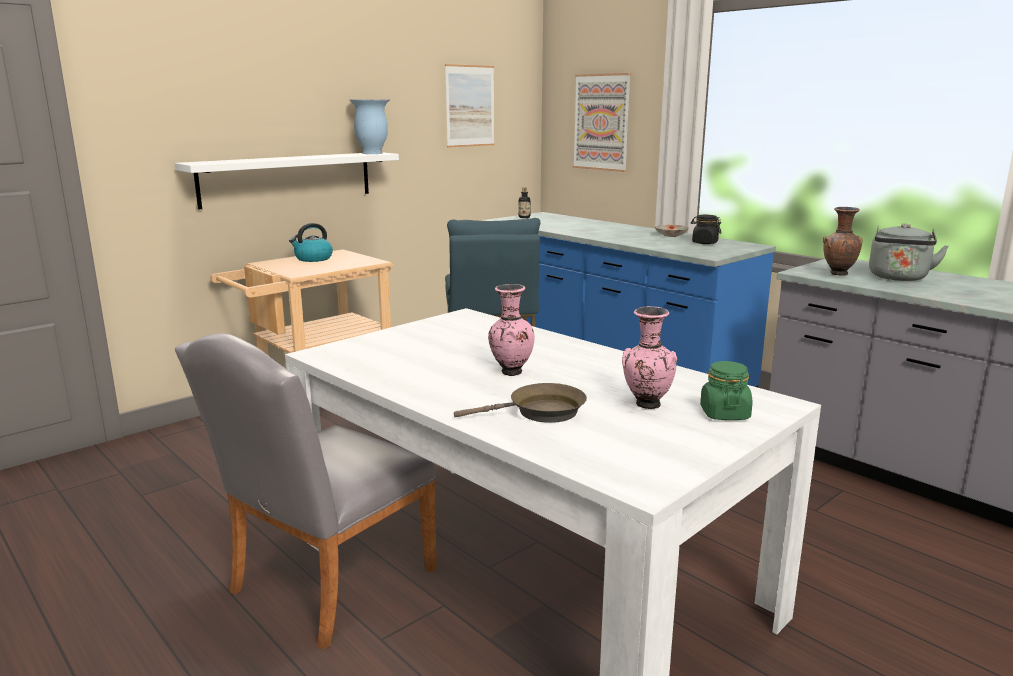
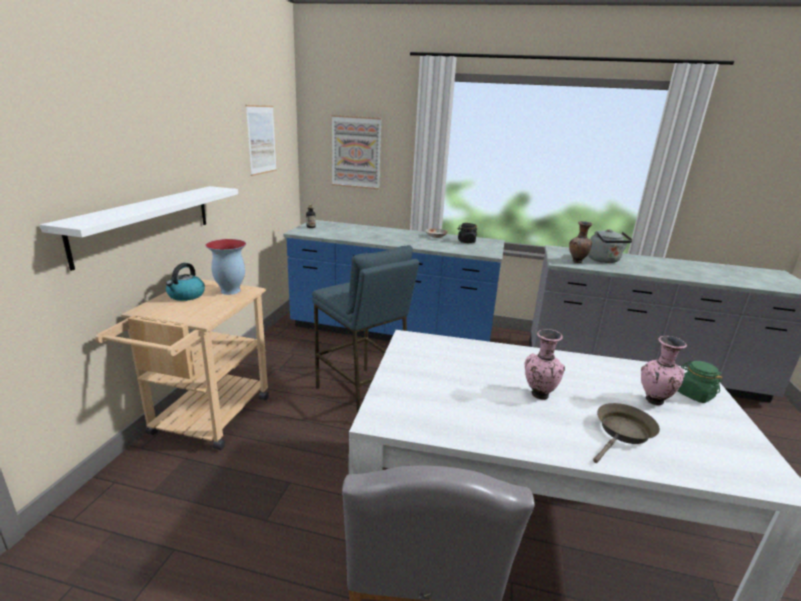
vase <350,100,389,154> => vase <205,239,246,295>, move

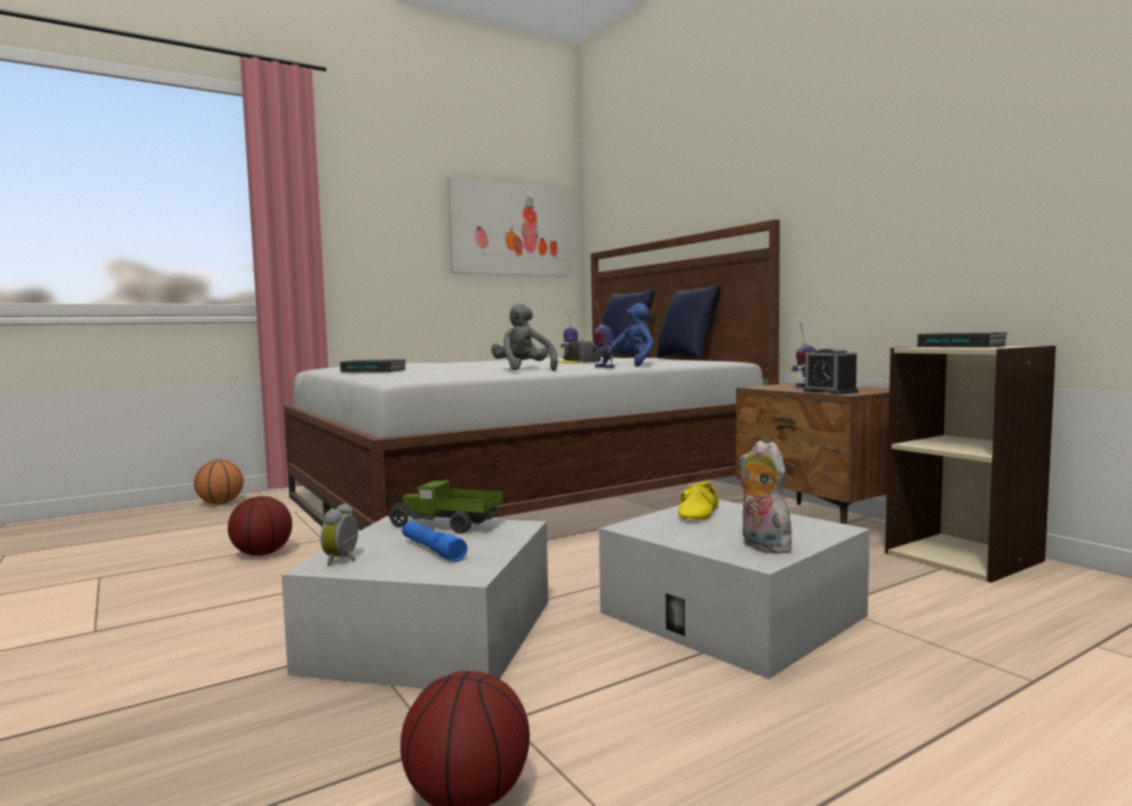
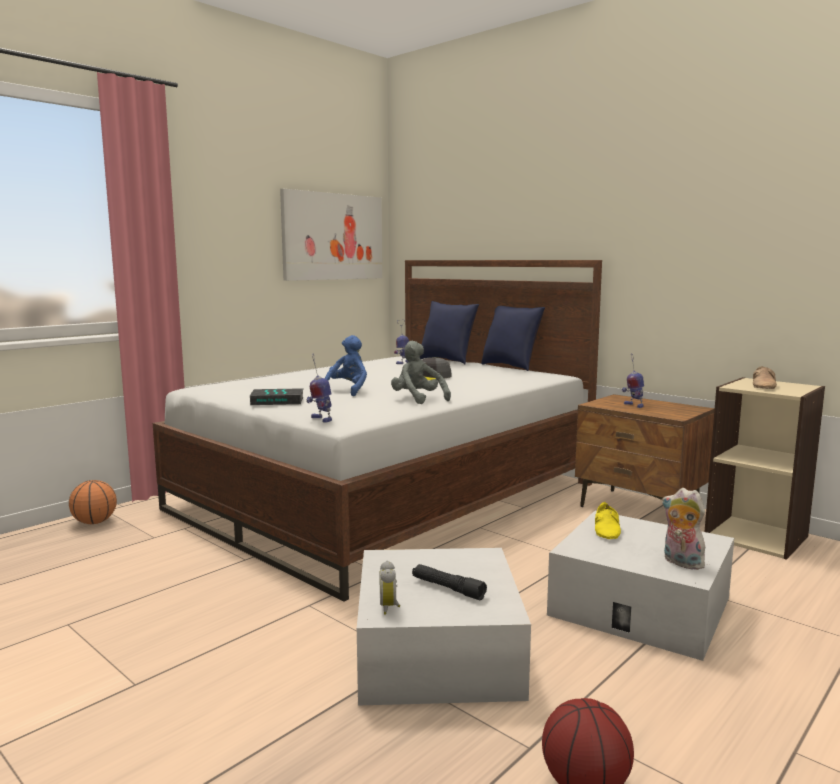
basketball <228,496,292,556> => nothing
toy truck <388,480,503,534> => nothing
alarm clock <803,348,858,395> => nothing
toy robot <590,302,614,368> => toy robot <306,354,332,423>, move
plush toy/blue <602,303,654,367> => plush toy/blue <325,335,367,396>, move
book <917,332,1007,348> => shoe/beige <753,366,777,389>
flashlight/blue <402,522,467,562> => flashlight/black <412,564,487,600>

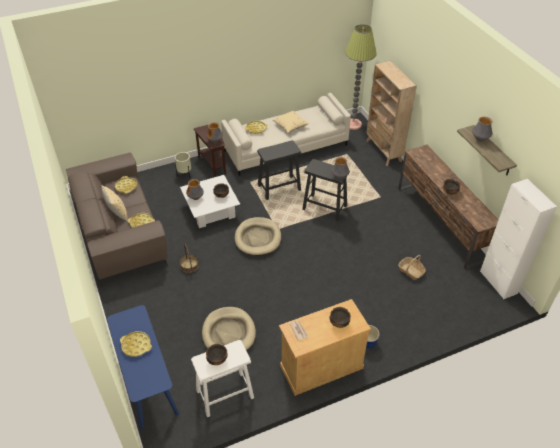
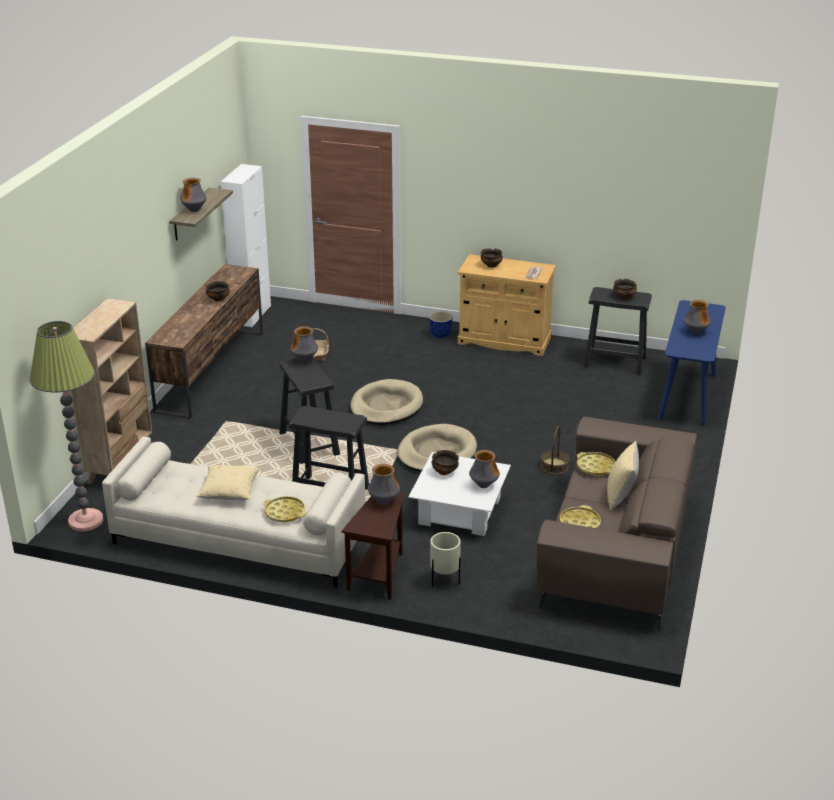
dog bed/beige <202,307,256,350> => dog bed/beige <350,379,423,425>, move
tray/yellow <120,331,152,357> => vase <684,300,711,334>
stool/white <191,340,254,417> => stool/black <584,287,652,375>

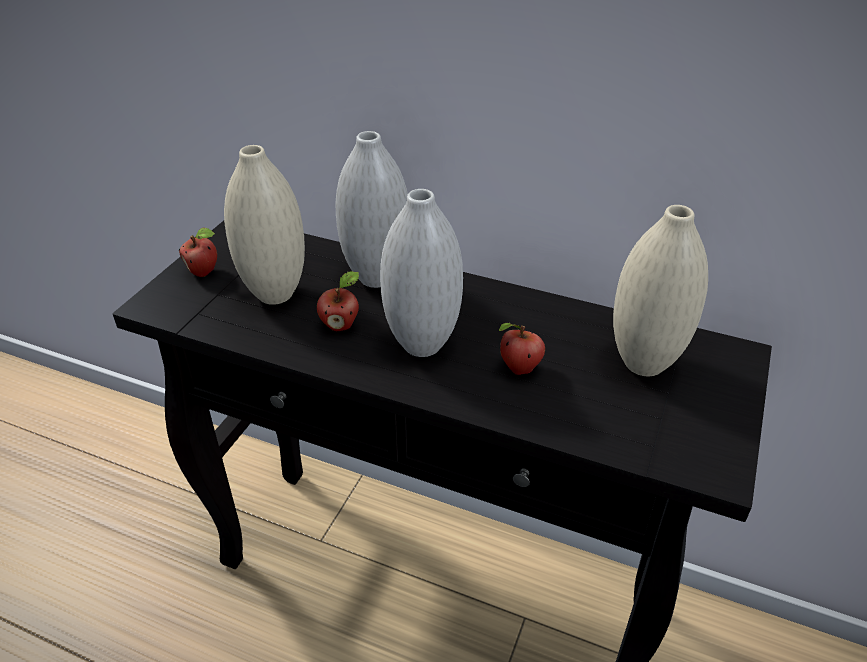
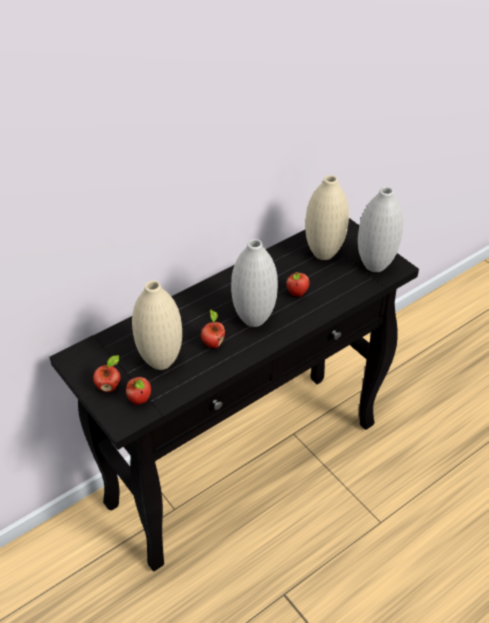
nothing => apple <126,377,151,405>
vase/white <335,131,408,288> => vase/white <358,187,403,272>, move

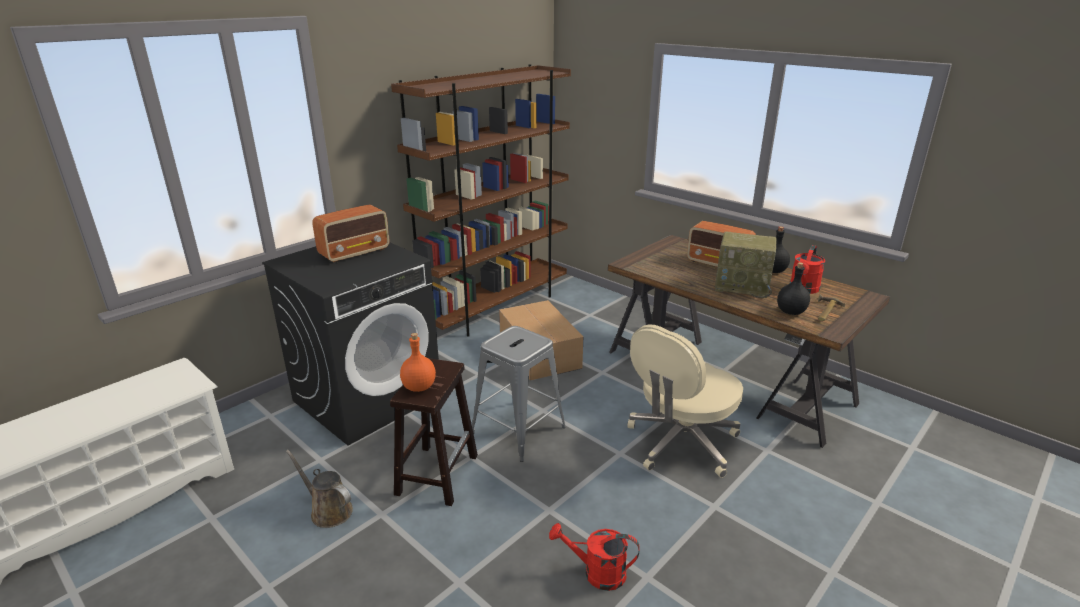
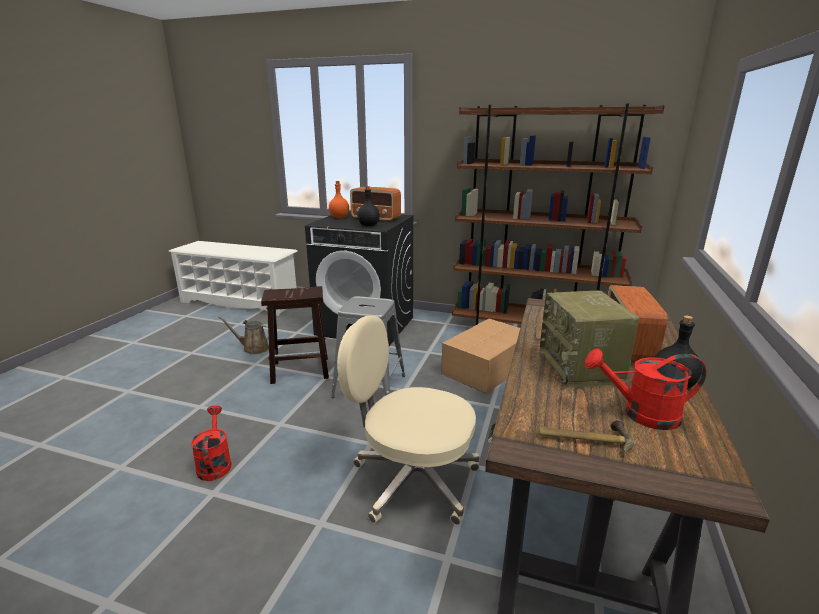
bottle/orange <400,333,436,392> => bottle/orange <329,181,349,218>, move
bottle/black <777,262,810,315> => bottle/black <358,186,380,226>, move
watering can/brown <286,450,353,528> => watering can/brown <218,316,269,354>, 90 degrees counterclockwise

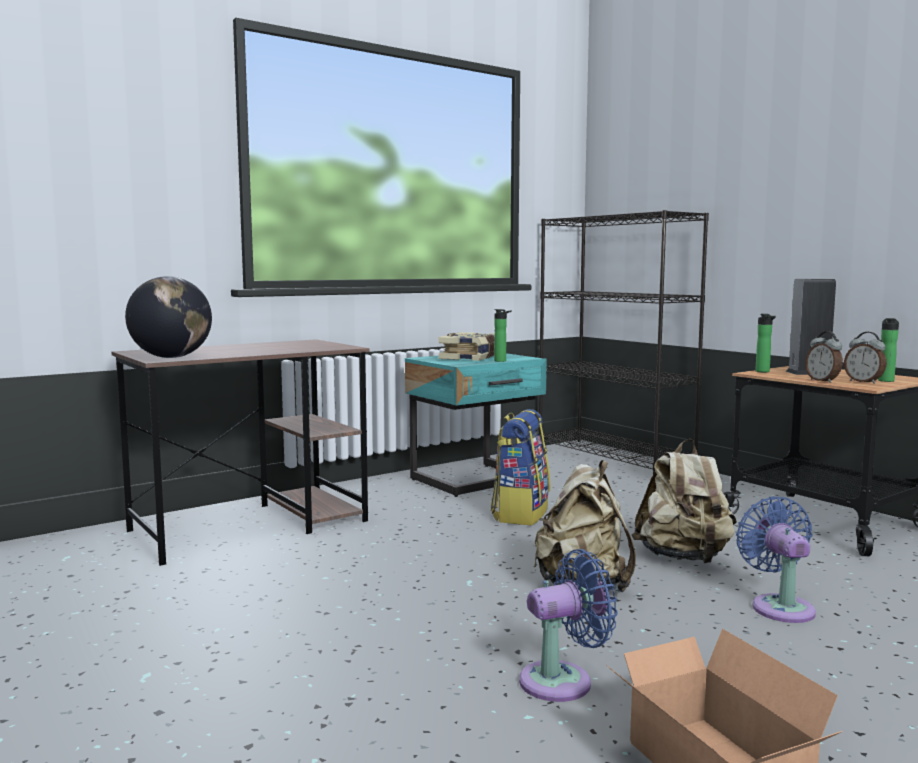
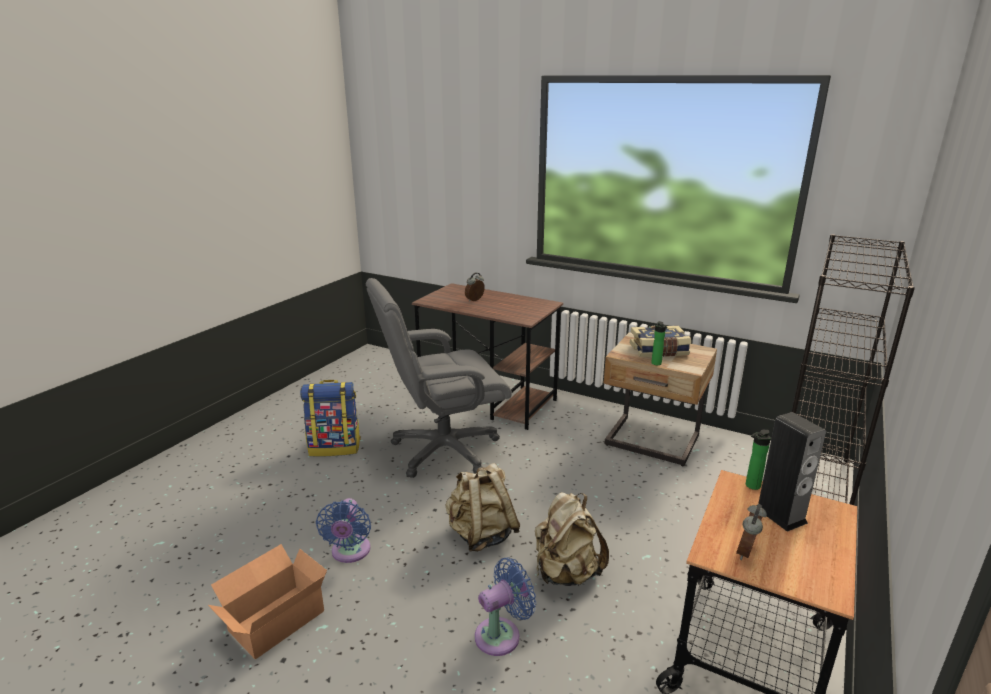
globe <125,276,212,358> => nothing
bottle <878,318,899,382> => nothing
nothing => office chair/grey <366,278,512,478>
backpack <490,409,550,525> => backpack <300,380,361,457>, move
alarm clock <805,331,843,383> => alarm clock <465,272,485,302>, move
nightstand/turquoise <405,353,547,497> => nightstand/beige <603,332,717,466>
fan/blue <519,549,617,702> => fan/blue <316,498,371,563>, 45 degrees clockwise

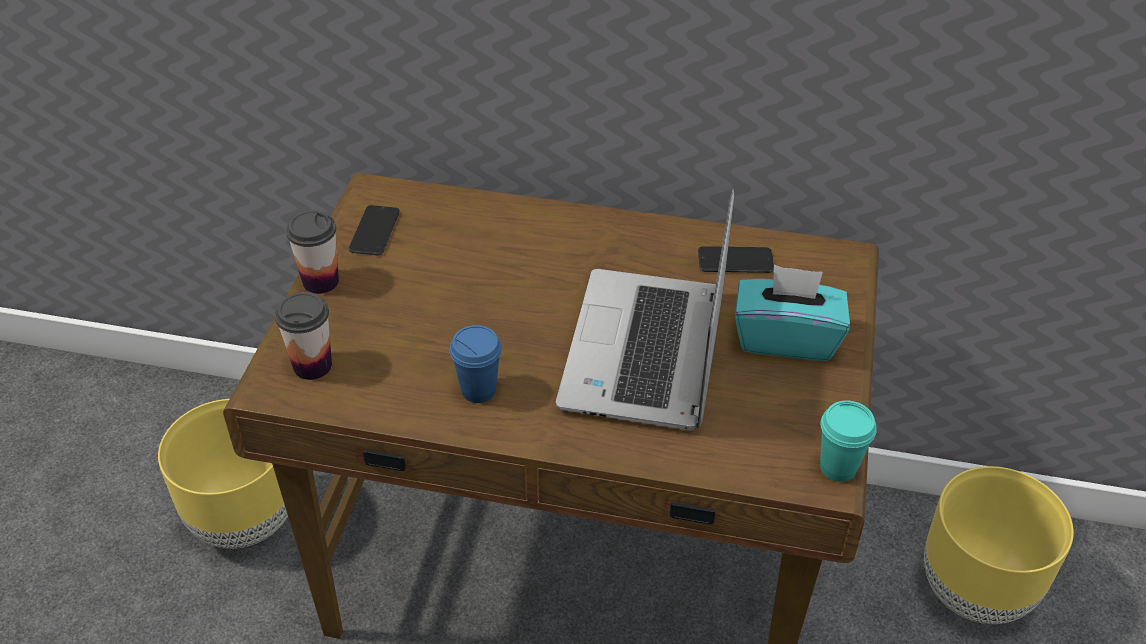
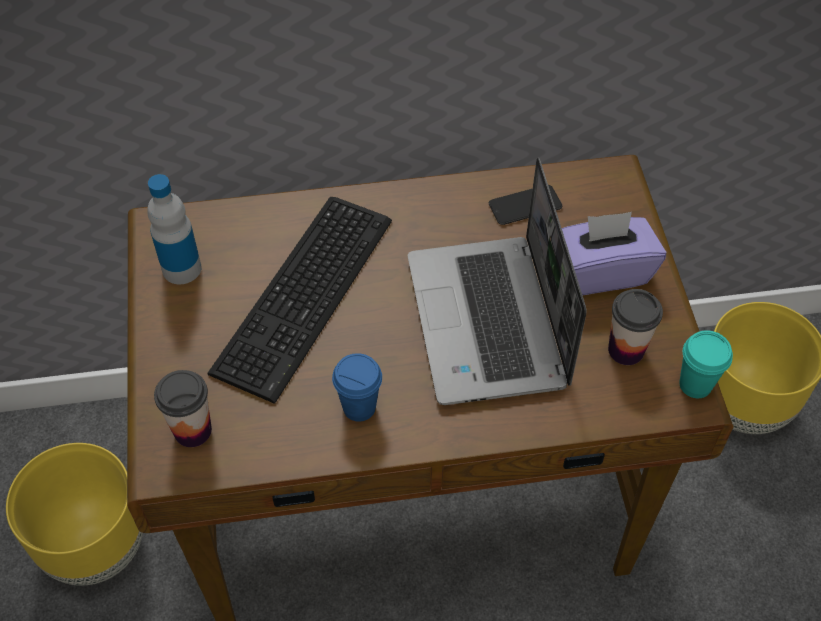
nothing => keyboard <207,197,392,404>
cup <286,210,339,294> => cup <608,289,663,365>, move
phone <349,205,400,255> => bottle <147,174,201,285>
tissue box/turquoise <735,265,850,361> => tissue box/purple <562,212,666,295>

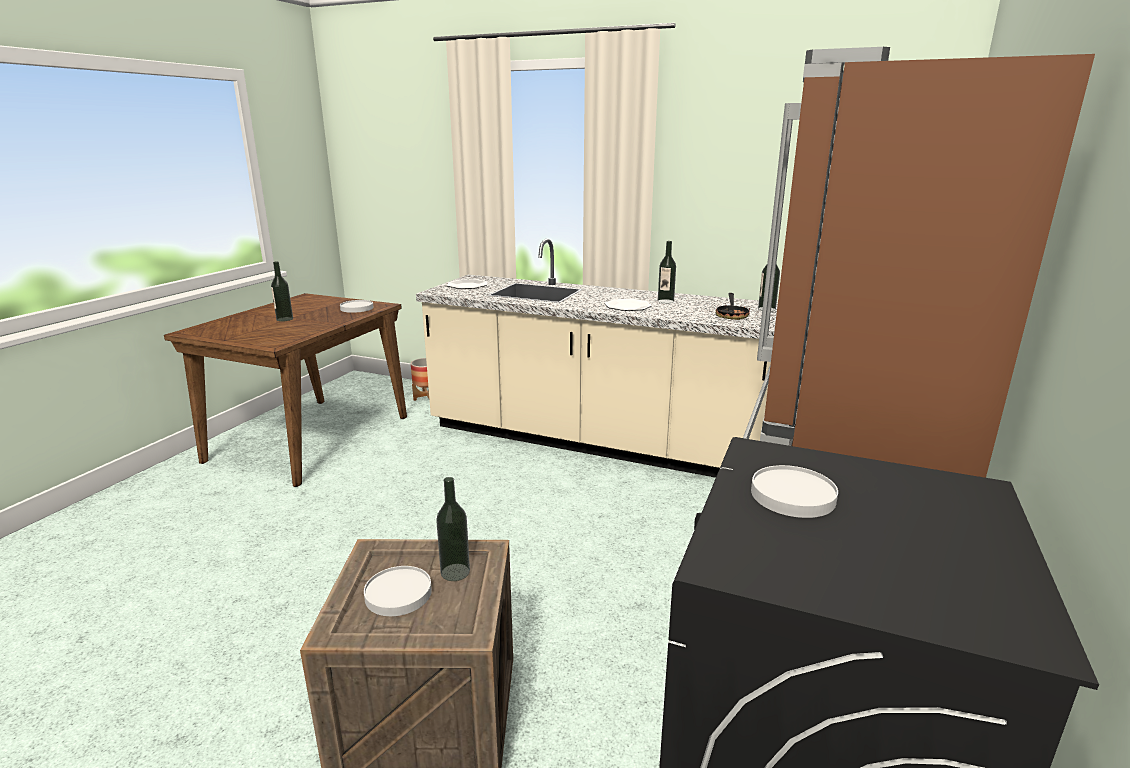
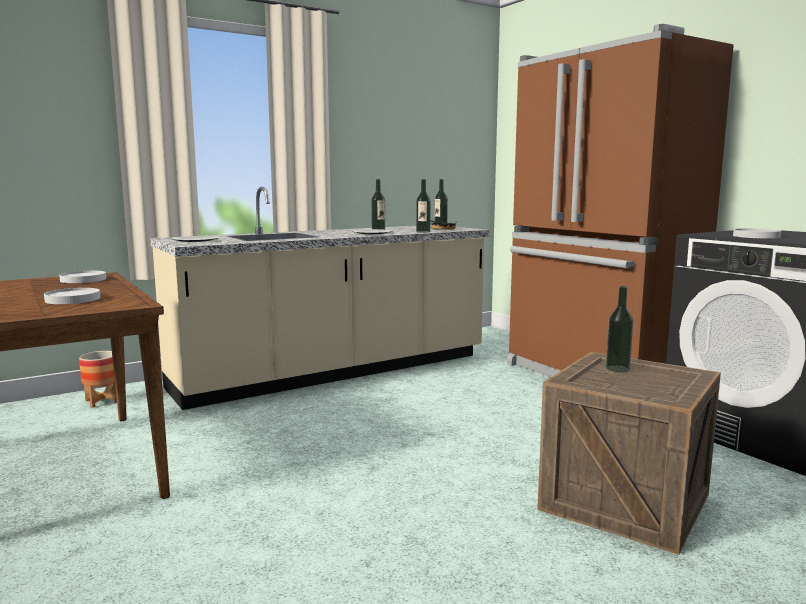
bottle <271,261,293,322> => bottle <416,179,431,233>, move
plate/white <364,566,432,616> => plate/white <44,288,100,304>, move

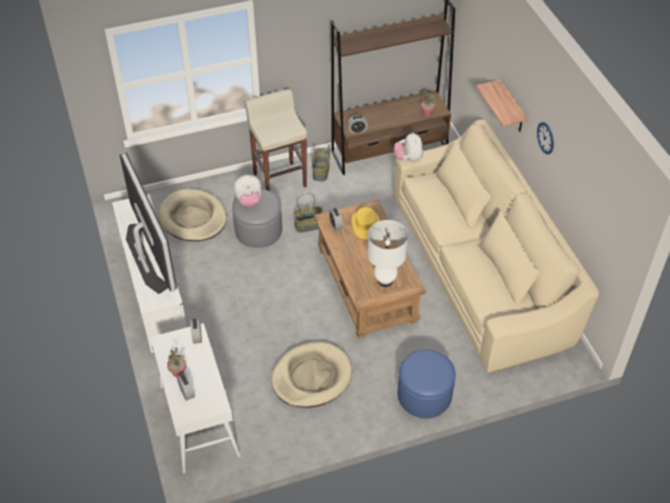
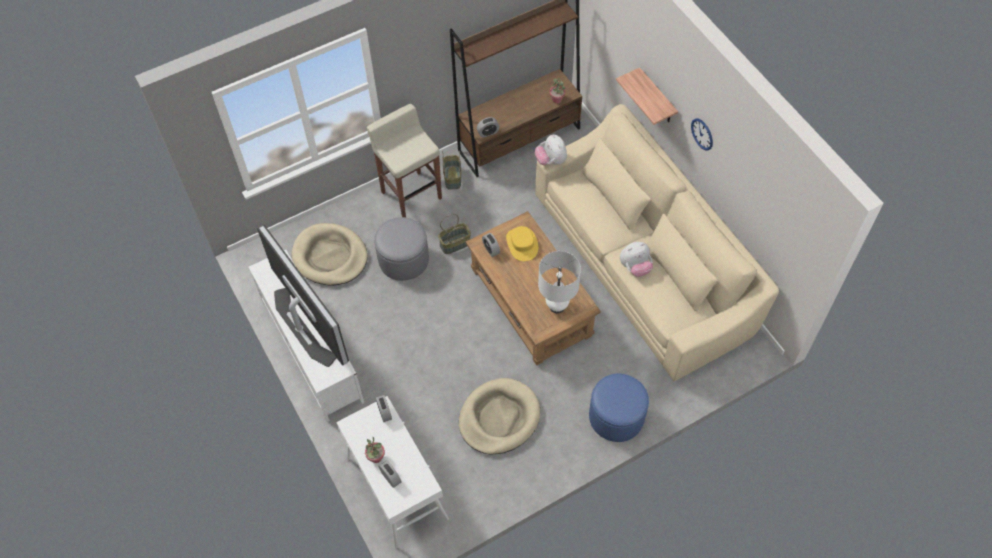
plush toy <234,175,261,207> => plush toy <620,242,653,277>, move

